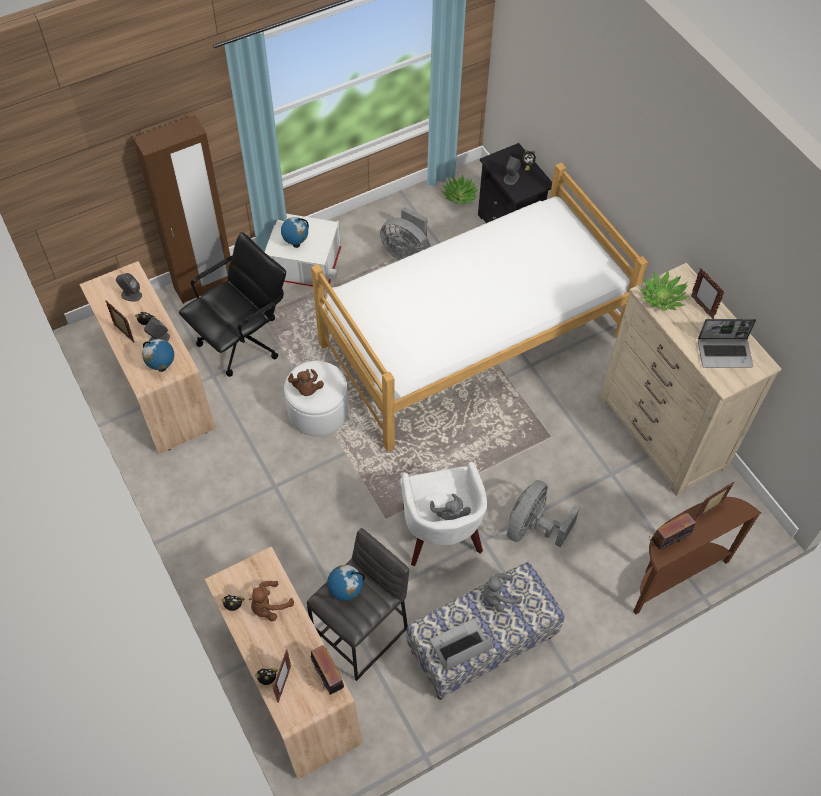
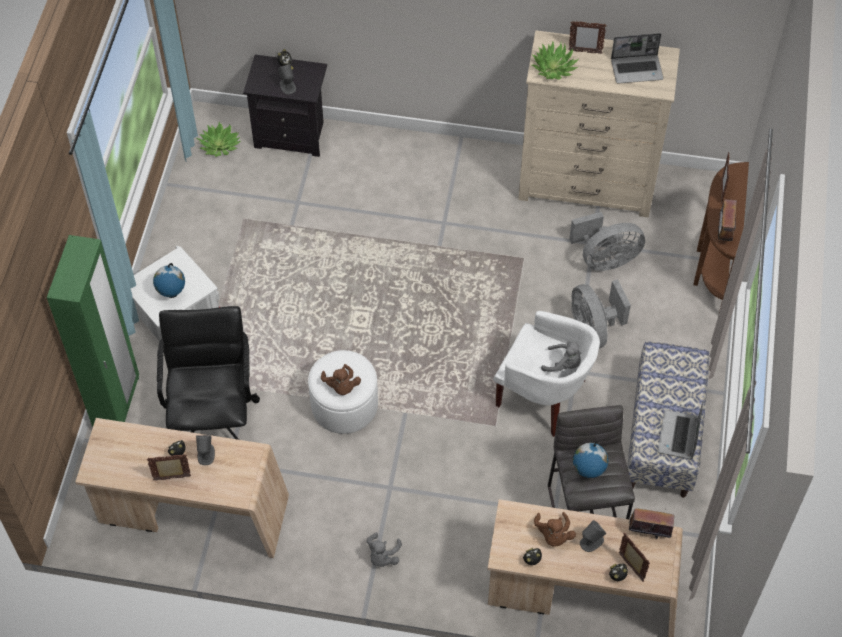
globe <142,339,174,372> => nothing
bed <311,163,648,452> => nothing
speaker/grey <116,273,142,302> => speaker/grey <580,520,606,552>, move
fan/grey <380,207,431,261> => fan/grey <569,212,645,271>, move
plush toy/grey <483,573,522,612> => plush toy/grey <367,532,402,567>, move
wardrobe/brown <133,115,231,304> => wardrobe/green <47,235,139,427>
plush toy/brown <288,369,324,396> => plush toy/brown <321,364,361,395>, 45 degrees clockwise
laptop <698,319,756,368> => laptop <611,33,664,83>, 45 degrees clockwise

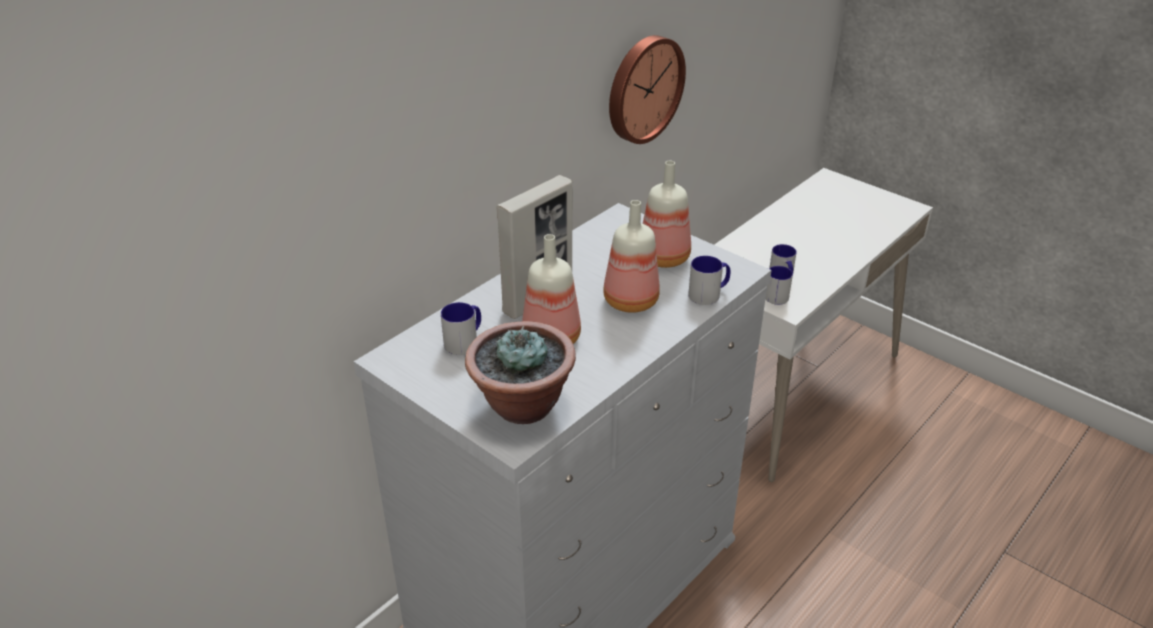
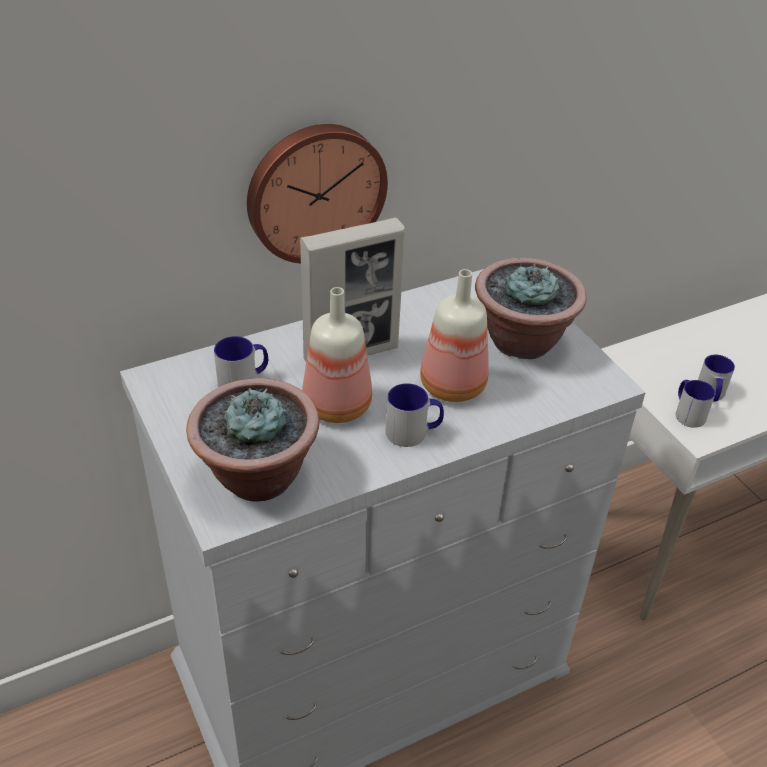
wall clock <609,35,686,144> => wall clock <247,124,388,264>, move
mug <688,256,730,305> => mug <386,383,444,447>, move
bottle <643,160,691,268> => potted plant <475,258,587,359>

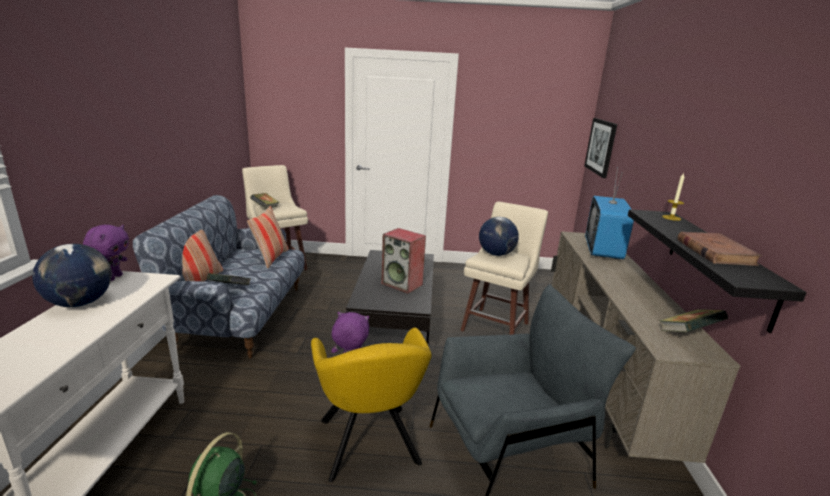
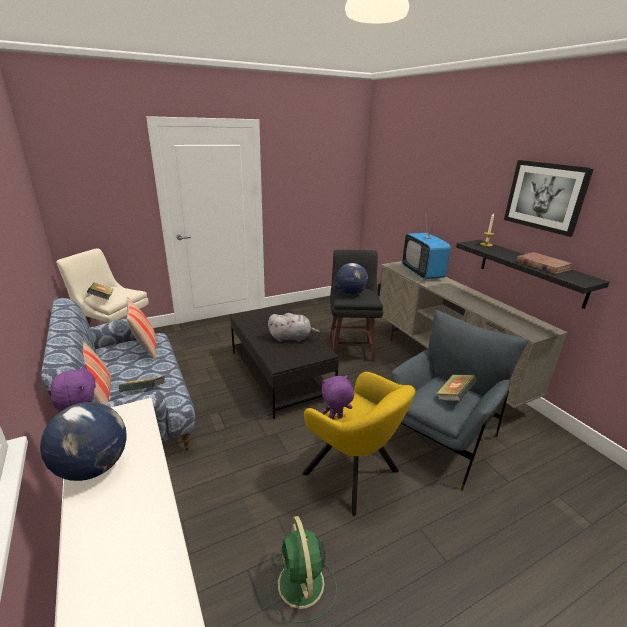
picture <584,118,617,178> => picture <504,160,594,237>, move
book <660,309,728,332> => book <436,375,477,401>, move
speaker <381,228,426,294> => plush toy/grey <268,313,320,342>
stool/beige <460,202,548,335> => stool/black <329,250,383,362>

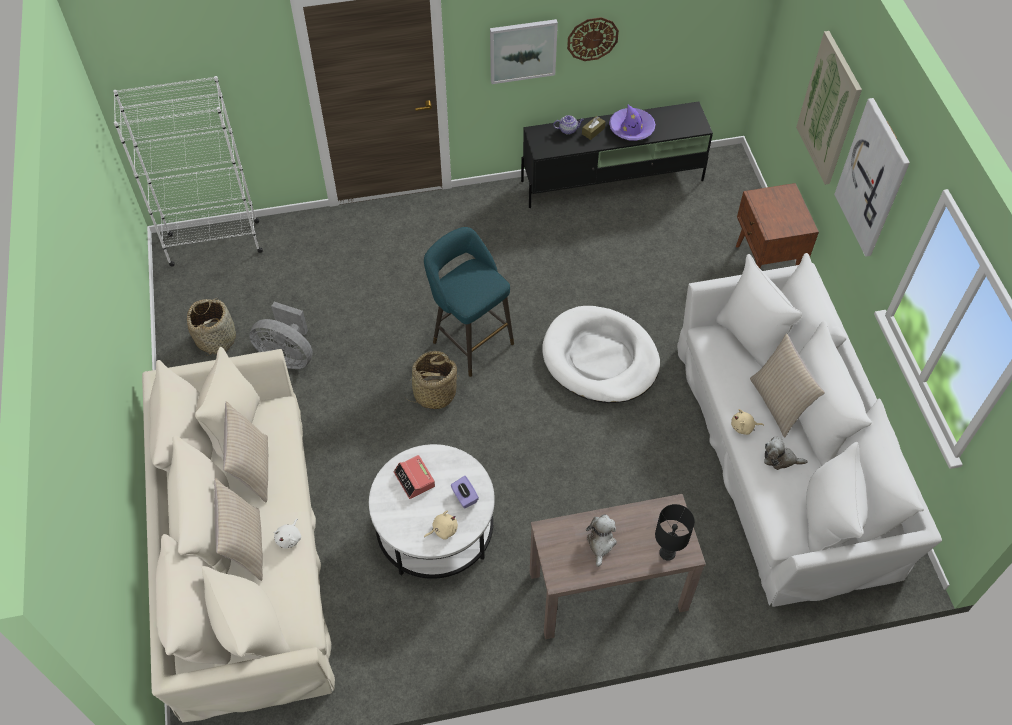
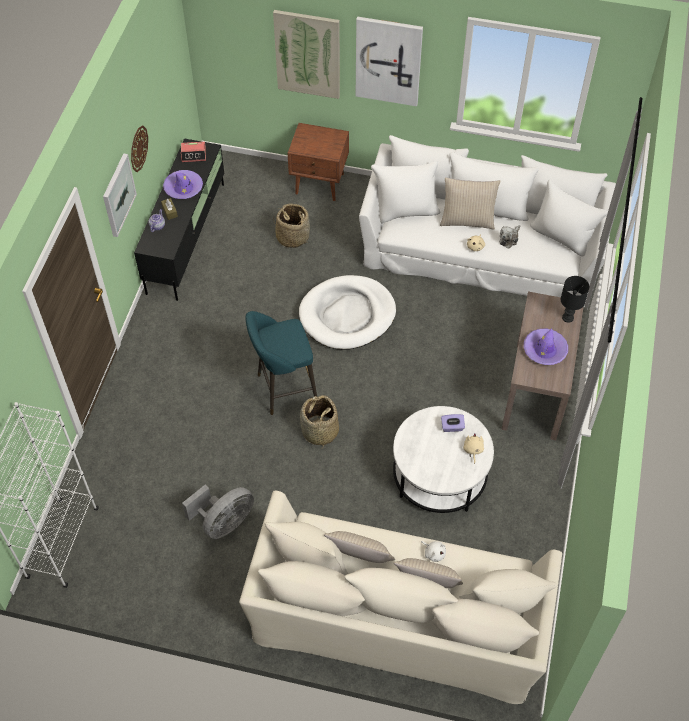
basket <187,298,236,356> => basket <273,203,310,248>, move
alarm clock <394,455,435,499> => alarm clock <181,142,206,162>, move
plush toy <586,515,617,567> => hat/purple <524,329,568,365>

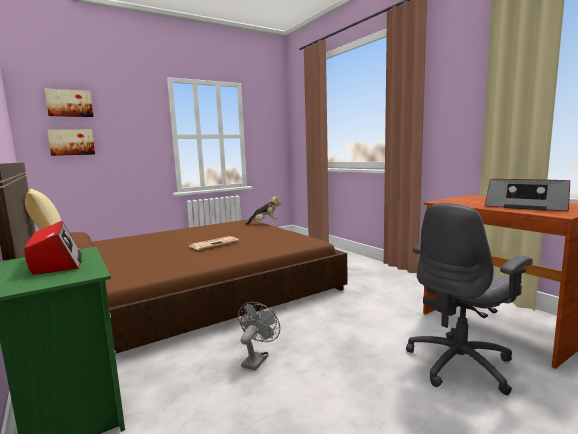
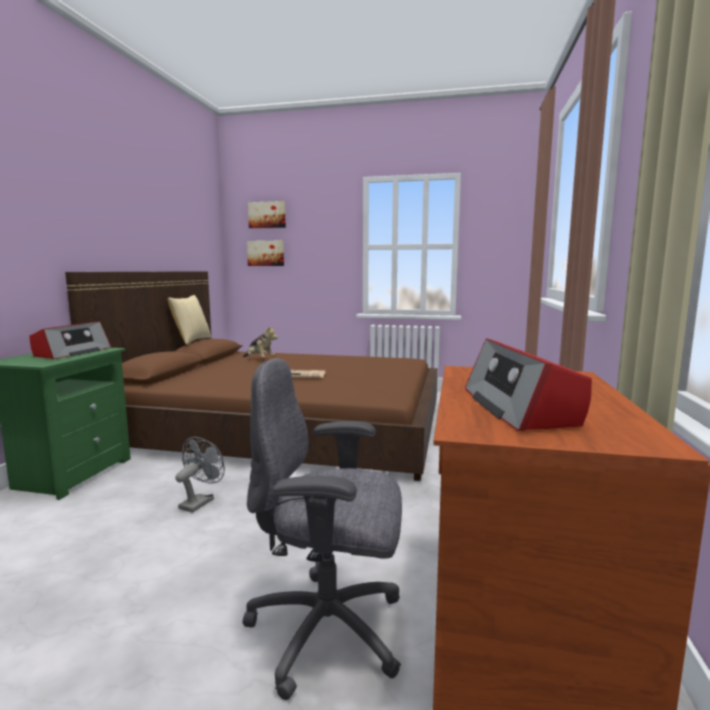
plush toy <245,195,281,225> => plush toy <243,325,278,357>, move
fan/grey <238,302,280,371> => fan/grey <175,437,225,513>, 45 degrees counterclockwise

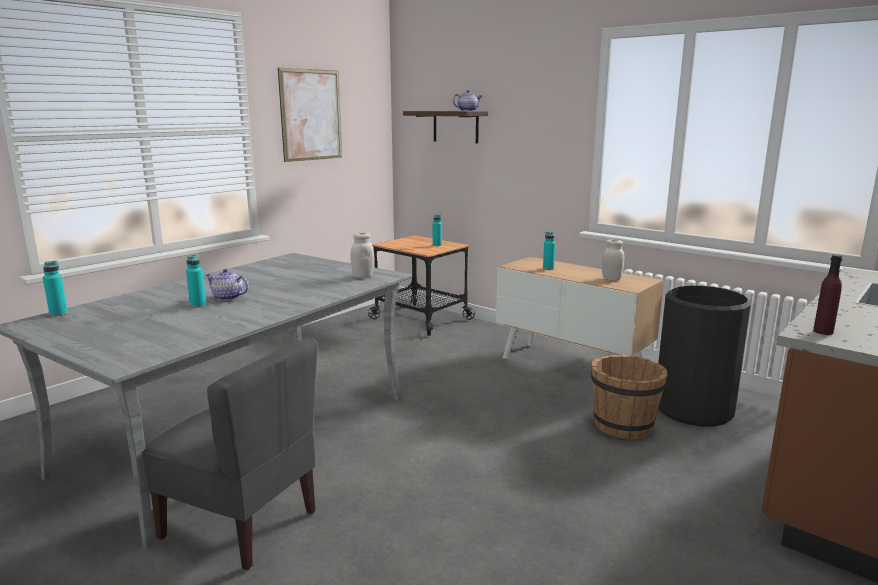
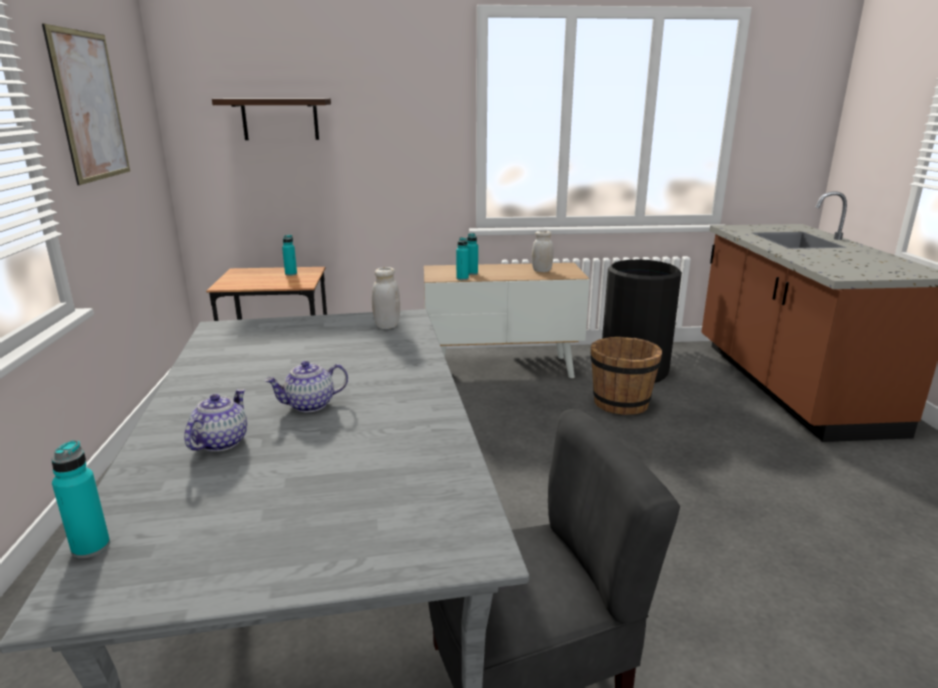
bottle/purple <813,255,842,335> => nothing
bottle/turquoise <186,255,206,308> => bottle/turquoise <456,237,469,280>, move
teapot <453,90,482,111> => teapot <184,389,247,452>, move

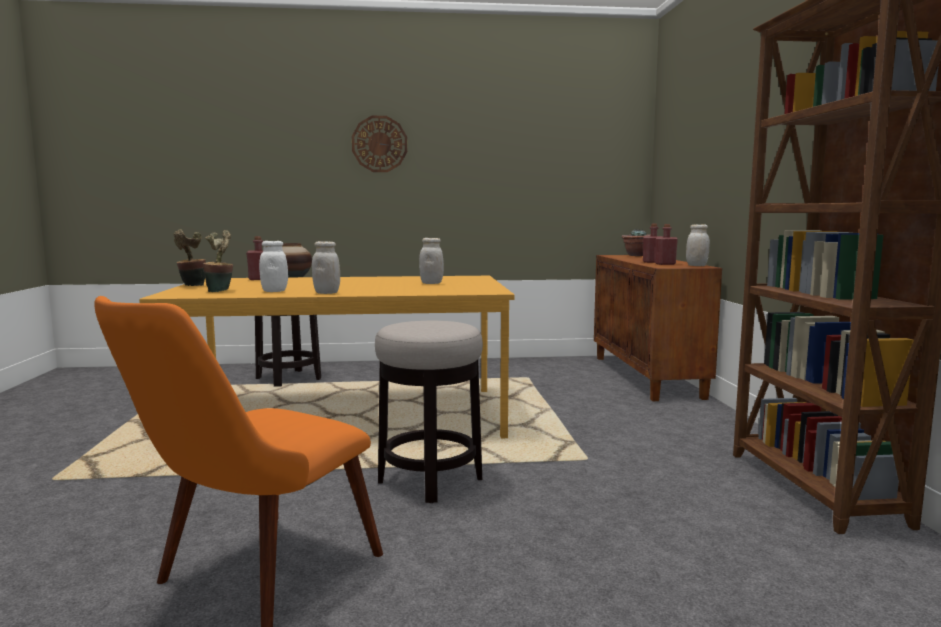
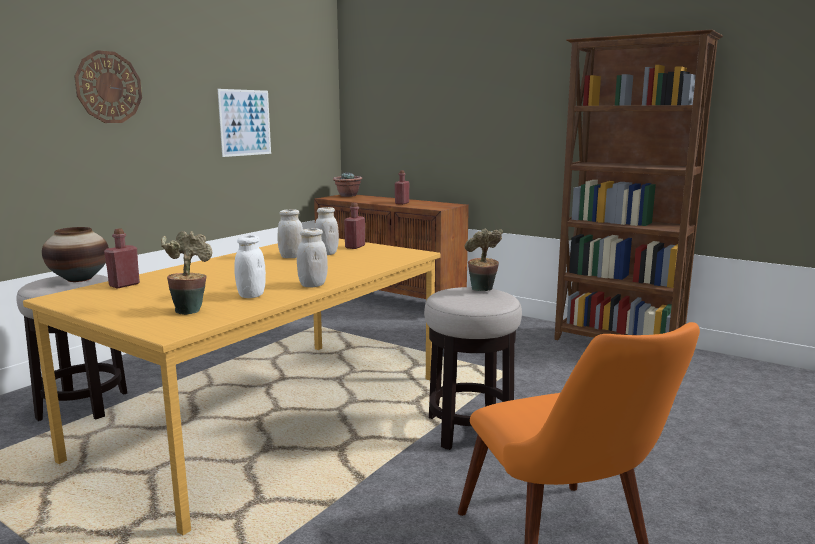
nothing => picture <218,89,271,157>
potted plant <173,229,205,286> => potted plant <464,229,503,291>, move
bottle/red <655,224,678,265> => bottle/red <344,203,365,249>, move
jar/white <686,224,710,266> => jar/white <278,209,303,258>, move

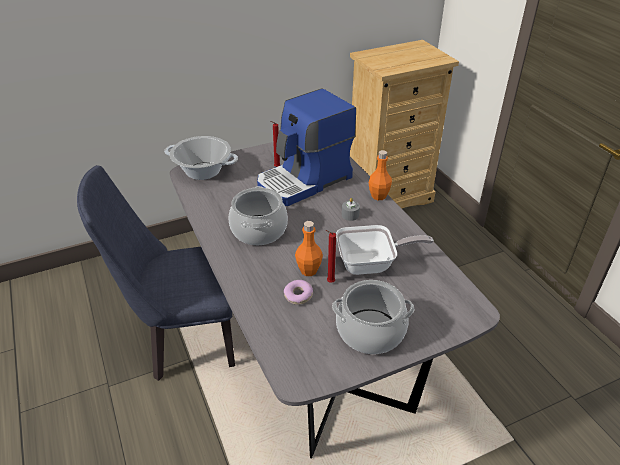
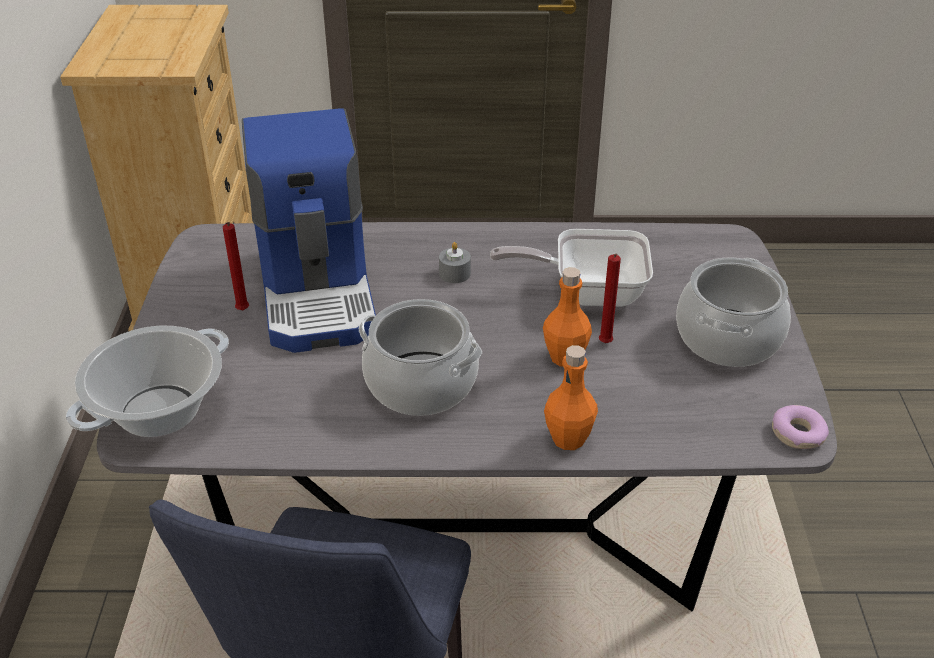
donut <284,280,313,305> => donut <772,405,829,449>, move
bottle/orange <369,150,392,200> => bottle/orange <544,345,598,450>, move
frying pan <336,225,434,275> => frying pan <490,229,653,307>, 105 degrees counterclockwise

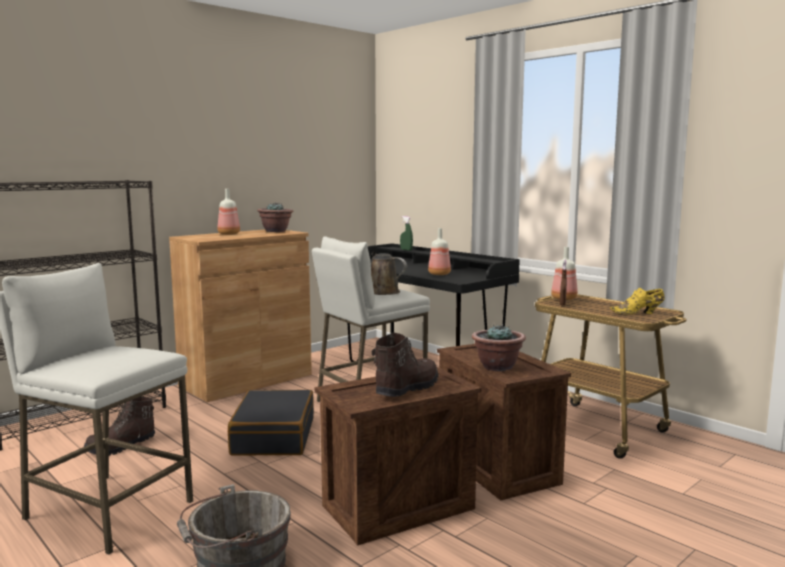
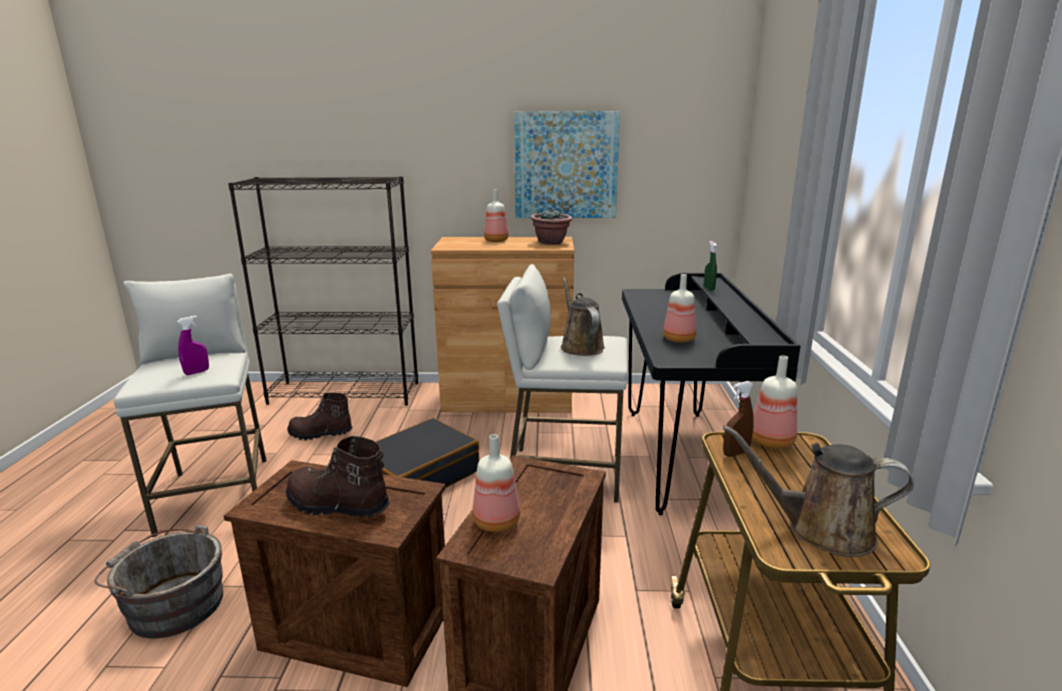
nothing => spray bottle/purple <177,316,209,375>
nothing => picture <514,111,620,218>
potted plant <472,324,526,371> => bottle <473,434,520,532>
shoe/yellow <610,288,665,314> => watering can/brown <723,425,914,557>
boot/brown <372,332,439,397> => boot/brown <286,436,389,518>, 150 degrees counterclockwise

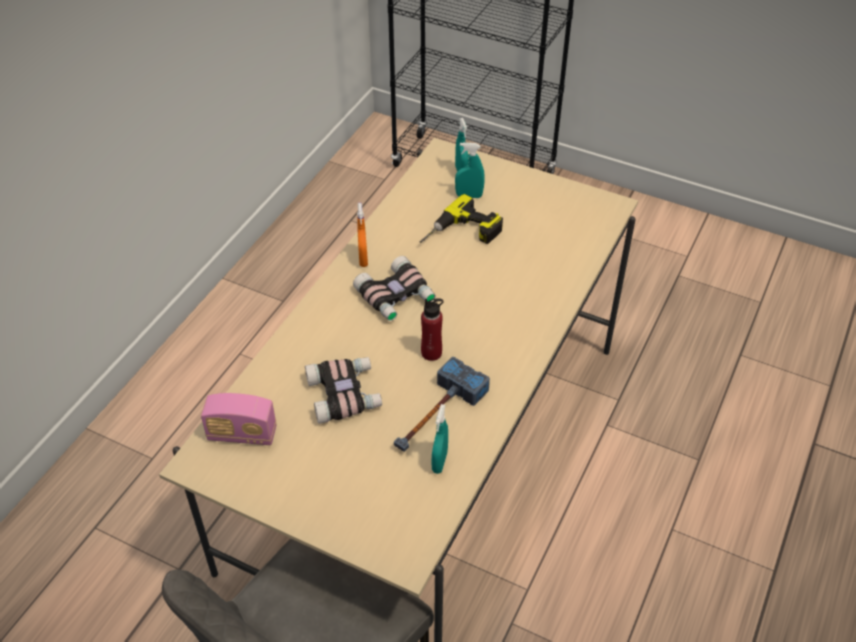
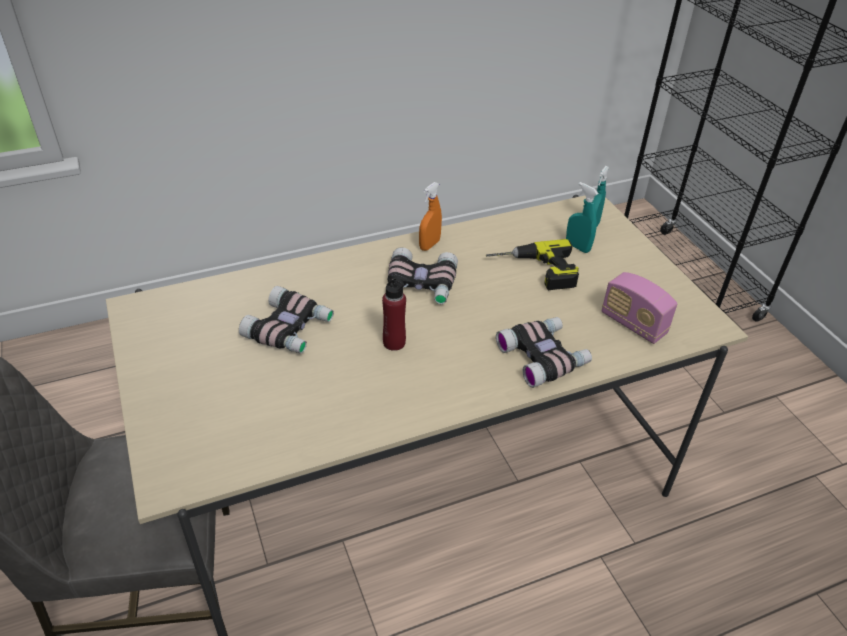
hammer <394,357,490,452> => nothing
spray bottle/turquoise <432,404,448,474> => nothing
nothing => binoculars <496,317,592,388>
radio <201,393,276,445> => radio <602,272,677,344>, move

